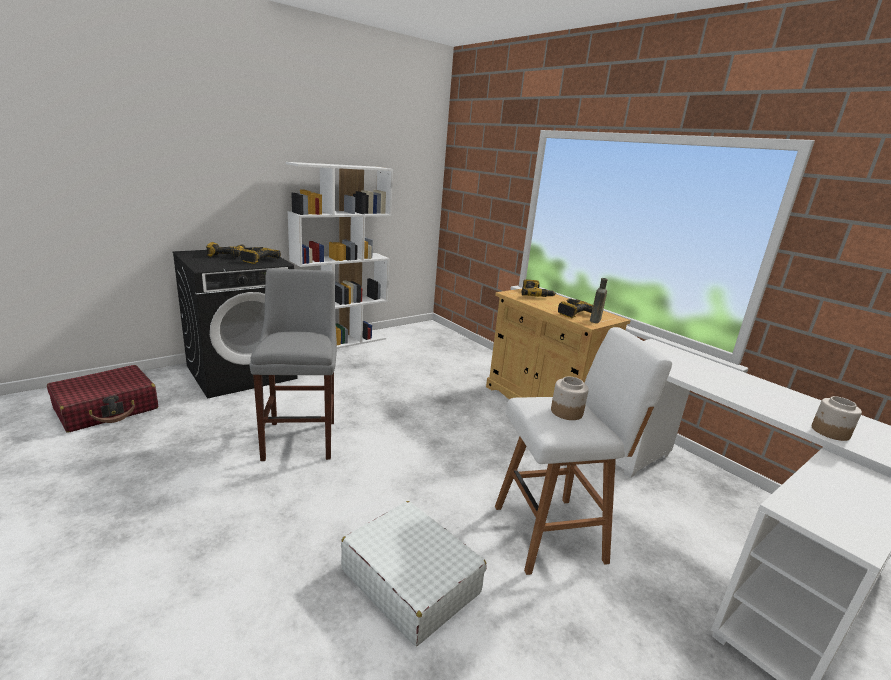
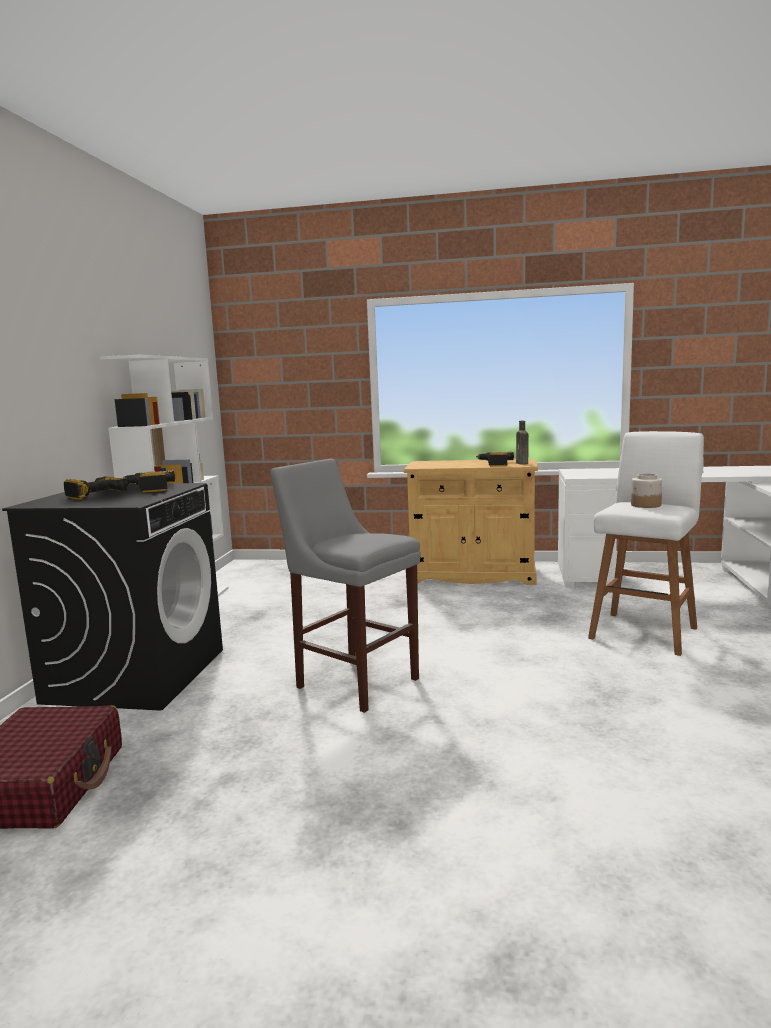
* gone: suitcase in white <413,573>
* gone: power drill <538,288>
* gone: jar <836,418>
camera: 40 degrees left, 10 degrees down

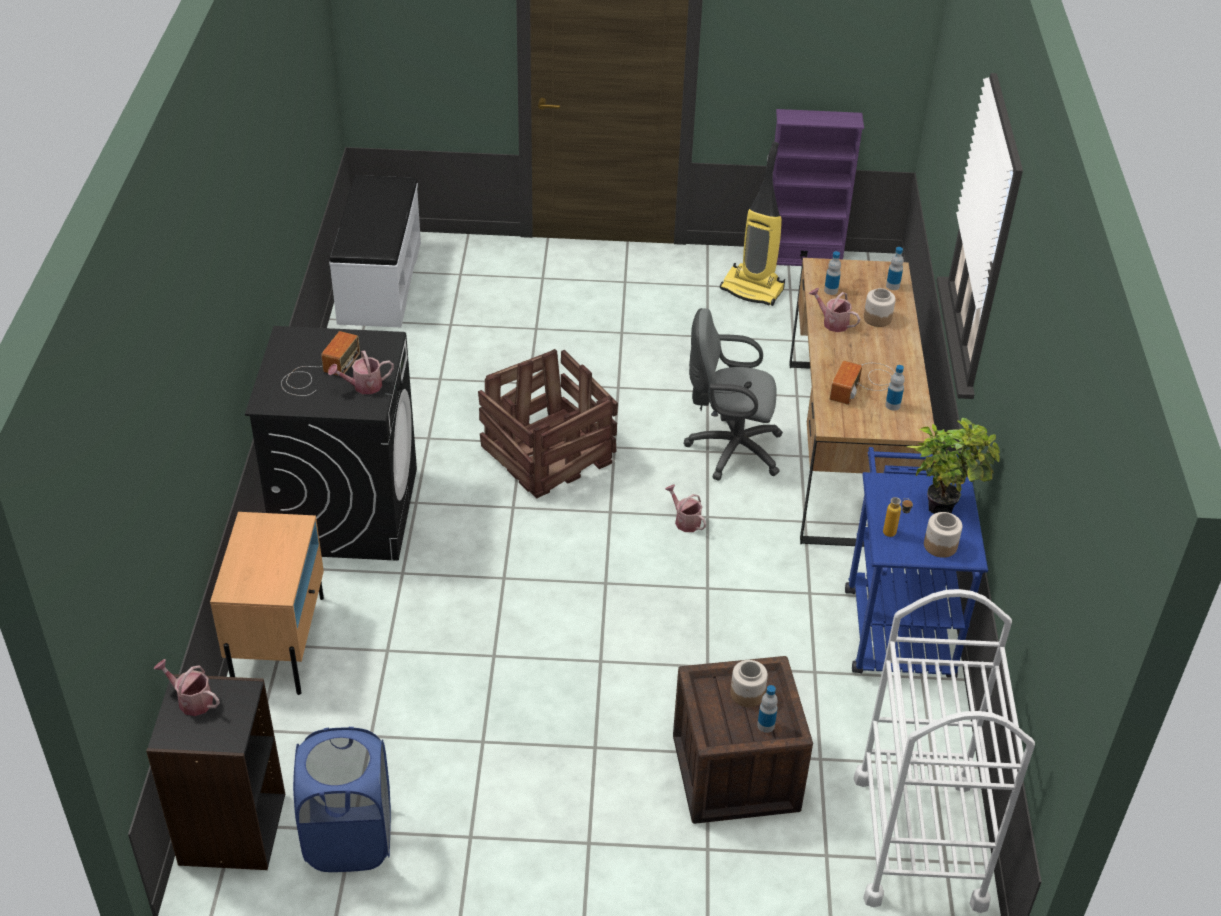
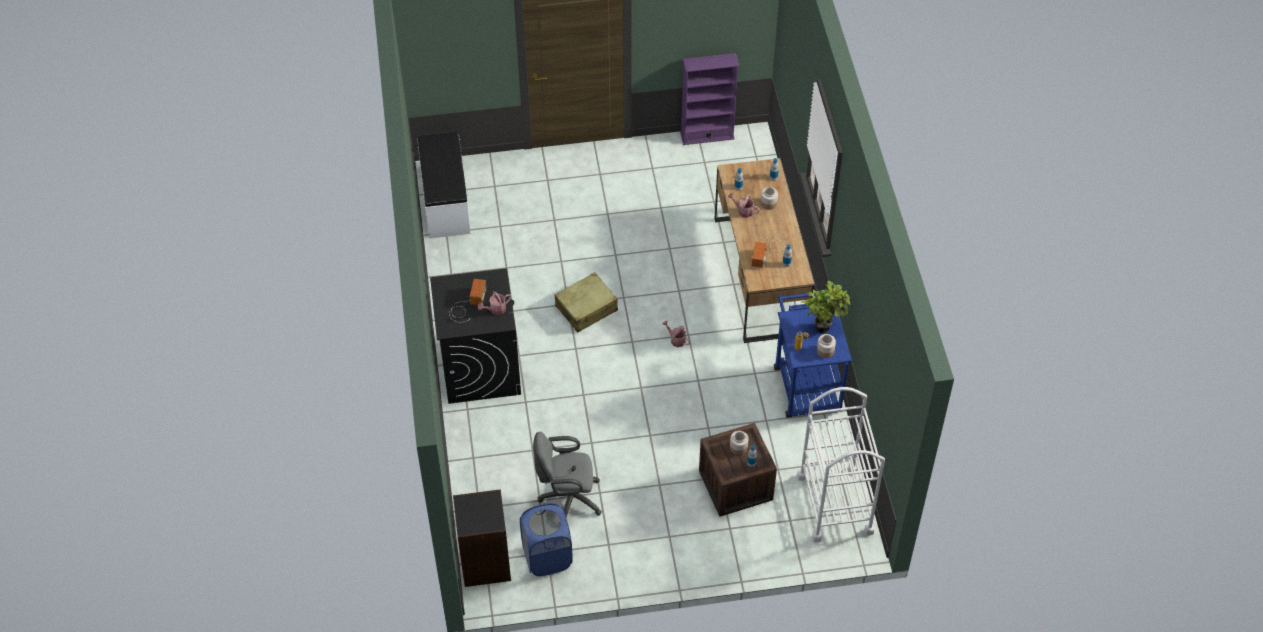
* shifted: office chair in grey <733,394> to <567,474>
* swapped: crate <548,424> to suitcase in beige <586,302>
* gone: watering can <187,687>
* gone: nightstand in beige <267,603>
* gone: vacuum cleaner <752,223>
camera: 10 degrees left, 10 degrees up

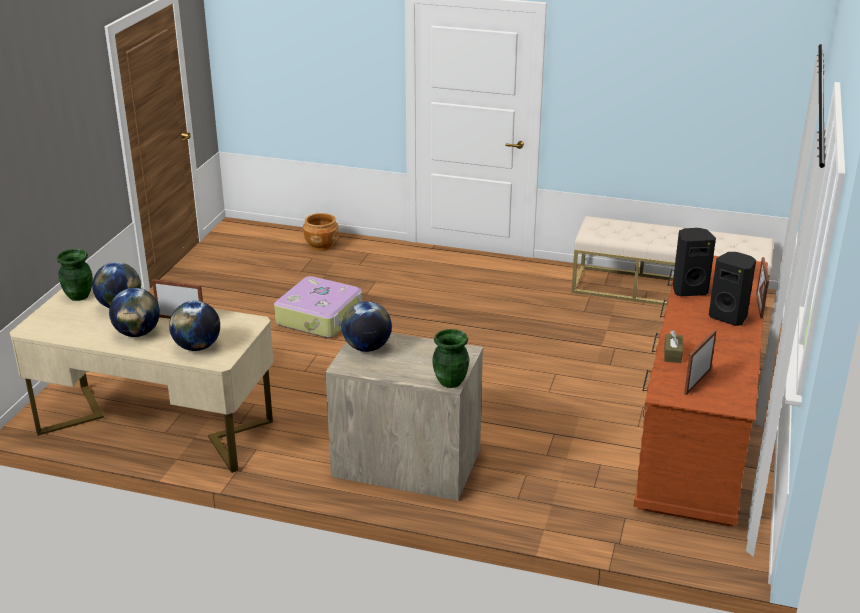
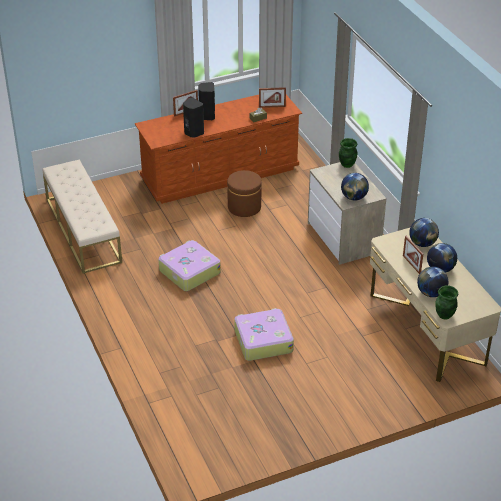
* new: suitcase <189,265>
* new: ottoman in brown <244,193>
* gone: planter in brown <320,232>
camera: 130 degrees left, 10 degrees up

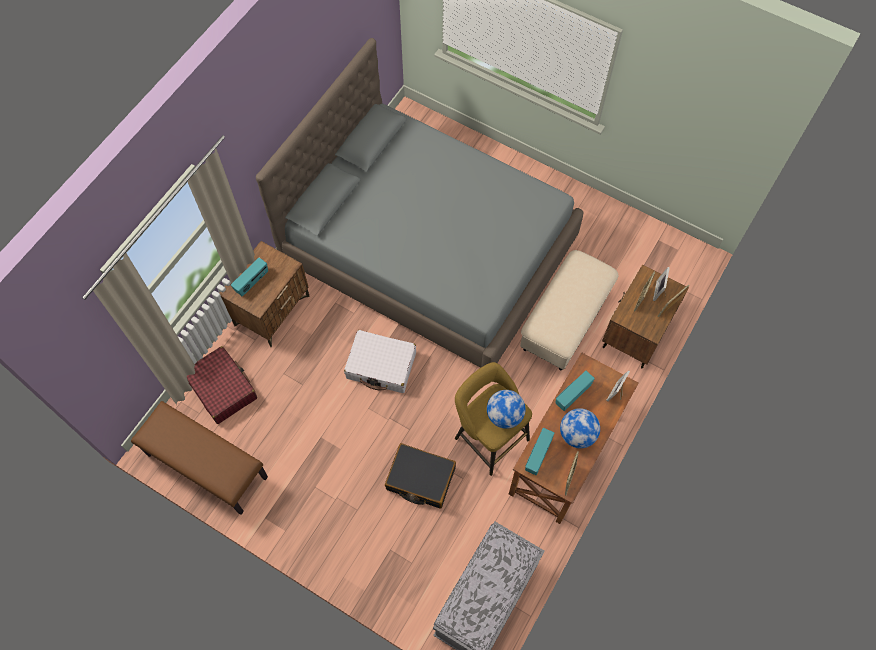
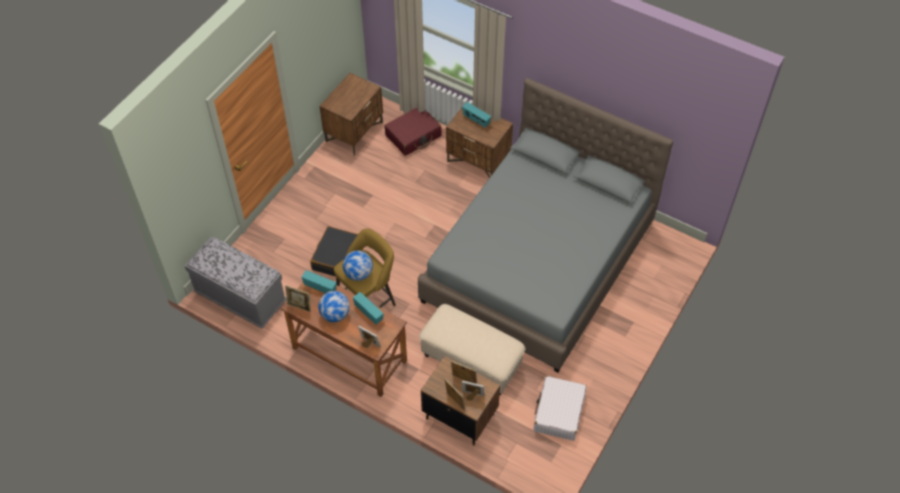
* swapped: bench in brown <199,458> to nightstand in brown <351,114>
* shifted: suitcase in white <380,361> to <560,408>
camera: 90 degrees right, 10 degrees down

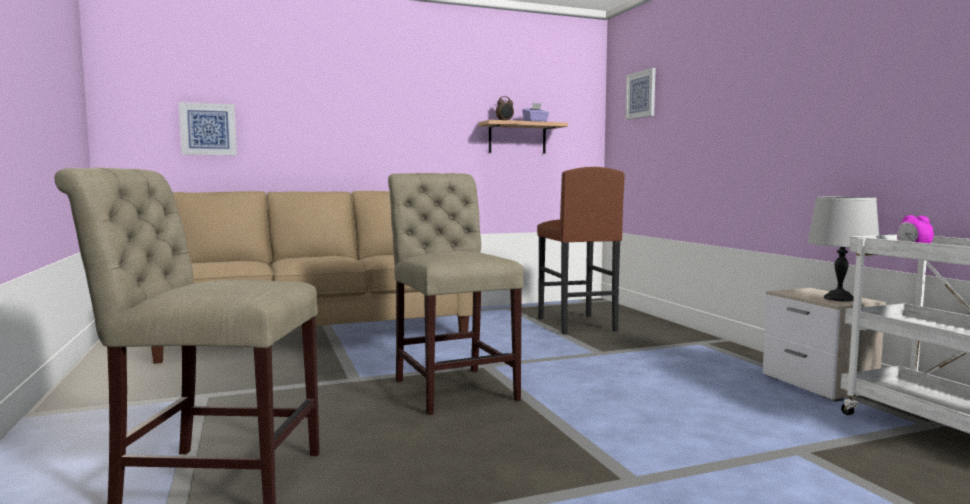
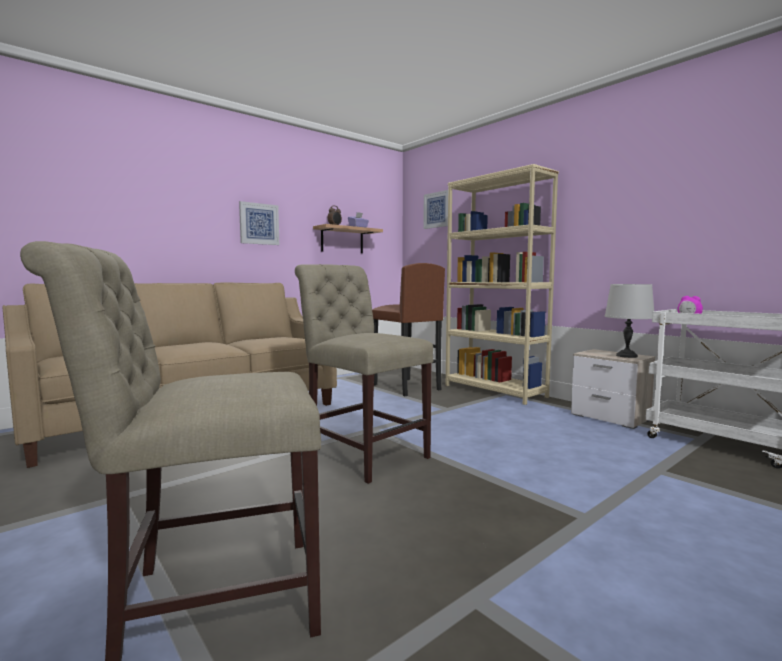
* shifted: picture <208,129> to <259,223>
* new: bookcase in beige <502,284>
camera: 20 degrees left, 0 degrees up

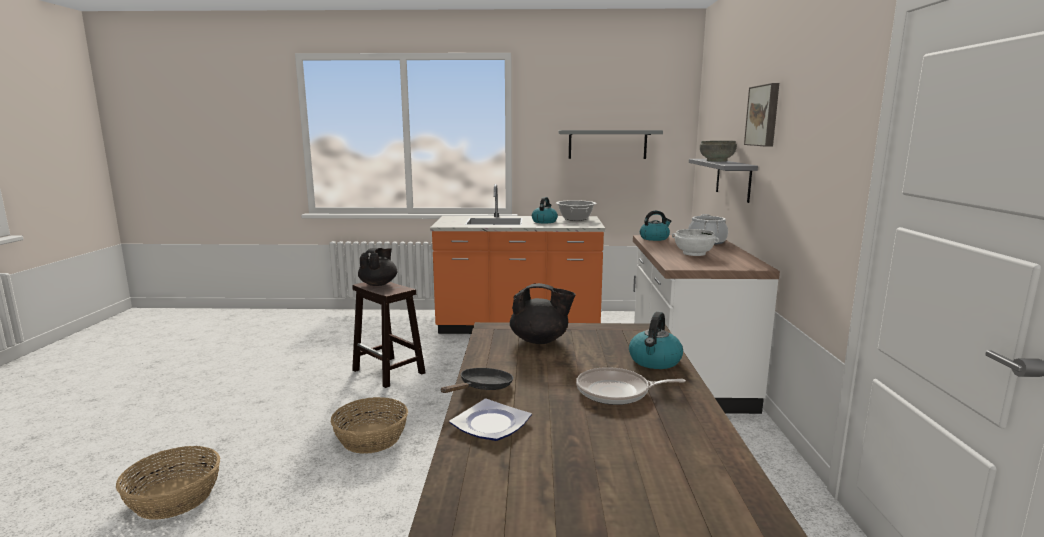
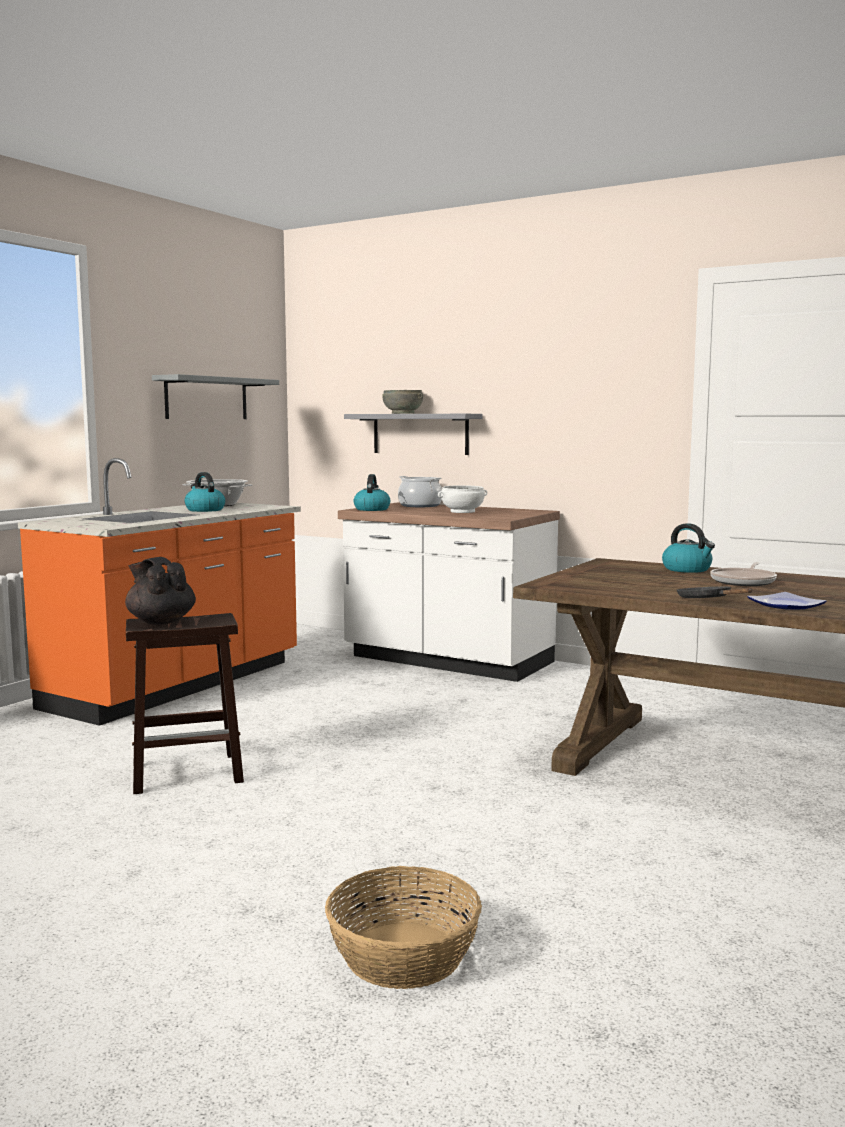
* gone: basket <369,425>
* gone: teapot in black <543,313>
* gone: picture <761,115>
camera: 60 degrees left, 5 degrees down

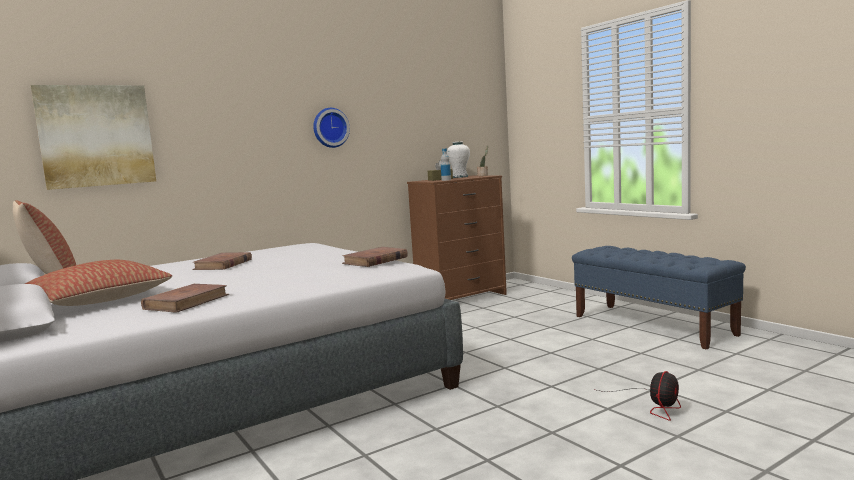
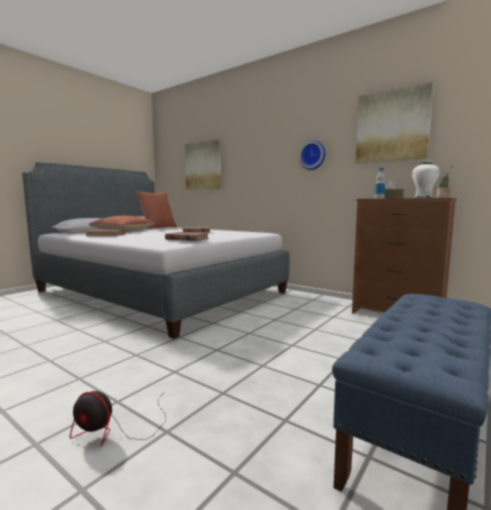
* new: picture <394,122>
camera: 70 degrees right, 0 degrees up

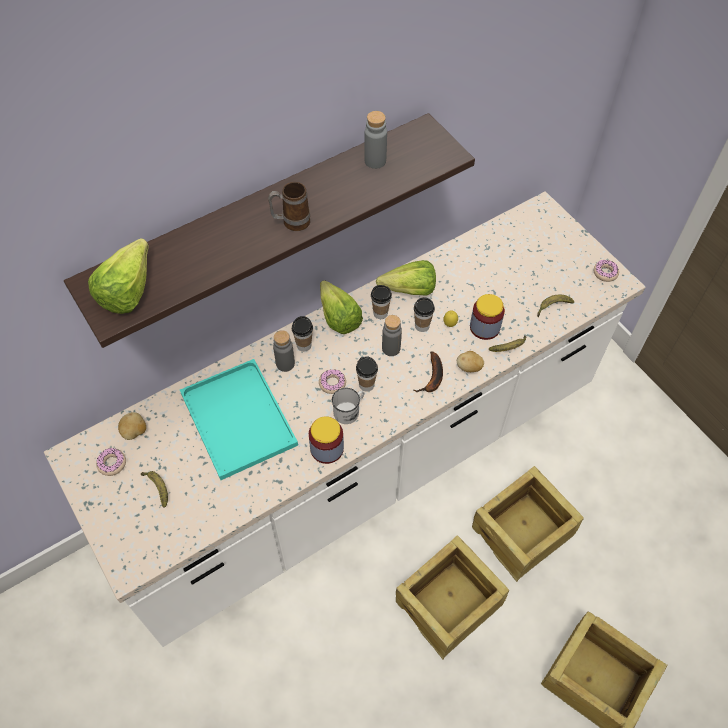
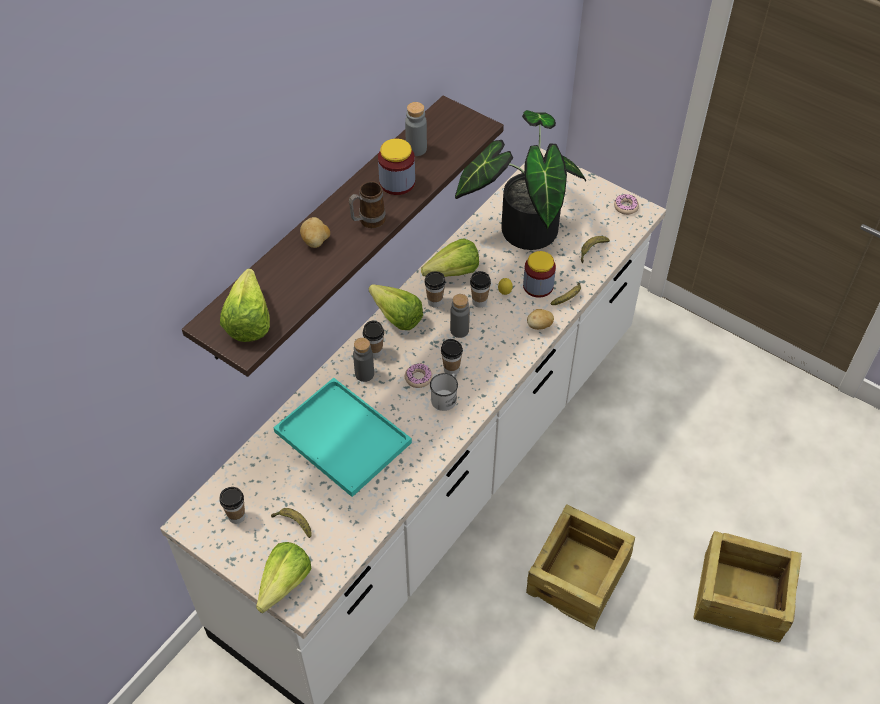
* swapped: donut <111,462> to cup <232,505>
* new: lettuce <283,577>
* shifted: potato <132,426> to <315,232>
* shifted: jar <326,440> to <396,166>
* new: potted plant <520,180>
* gone: banana <428,371>
* gone: crate <528,524>
camera: 20 degrees left, 5 degrees down

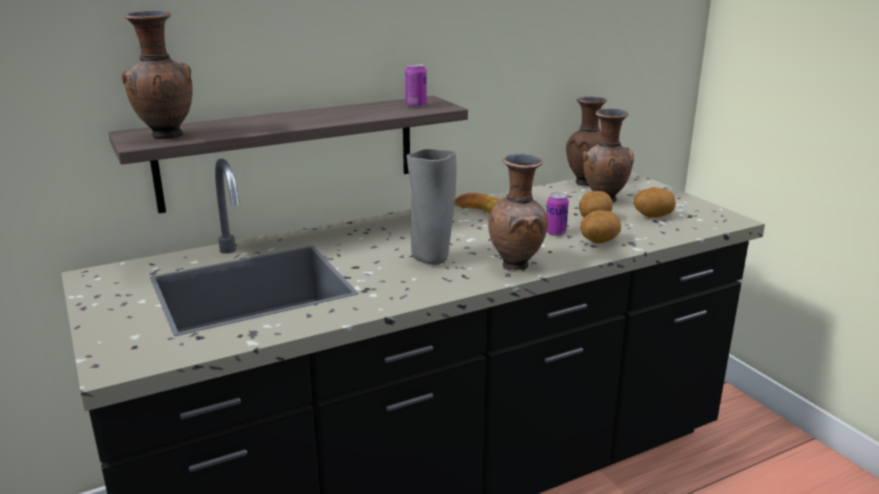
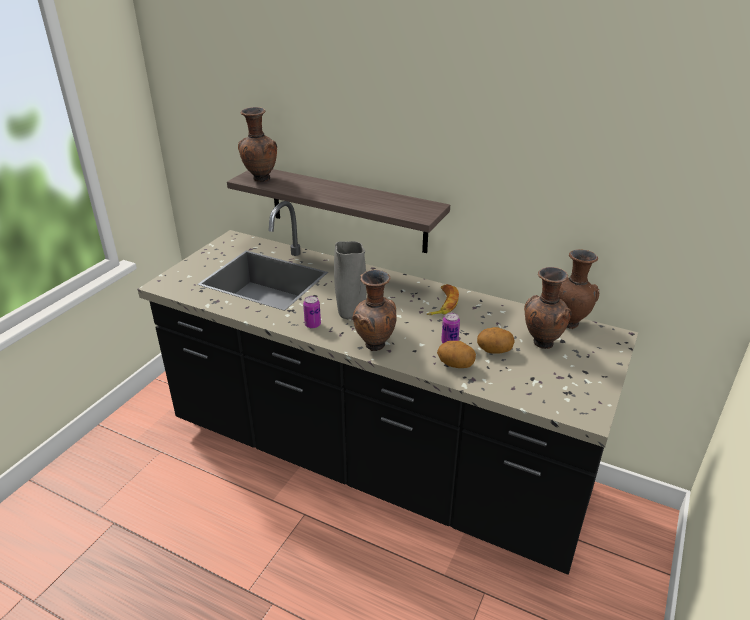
* shifted: can <416,86> to <312,312>
* gone: potato <654,202>
camera: 55 degrees right, 10 degrees up

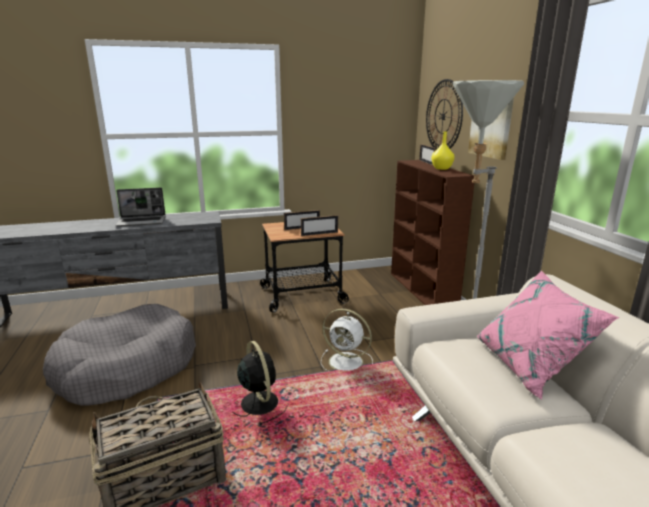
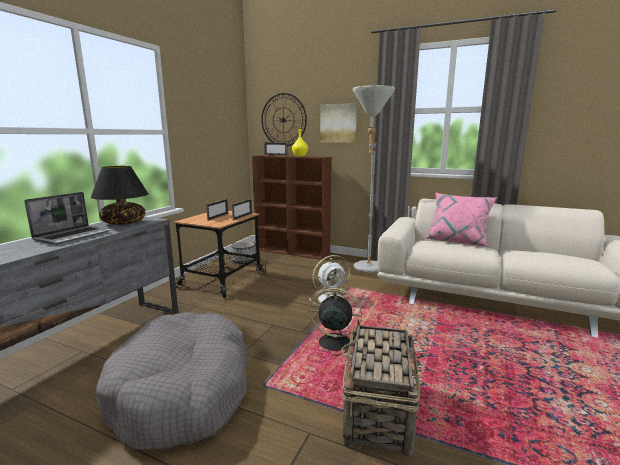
* new: table lamp in black <119,195>
* new: planter <243,252>
camera: 50 degrees left, 5 degrees down

